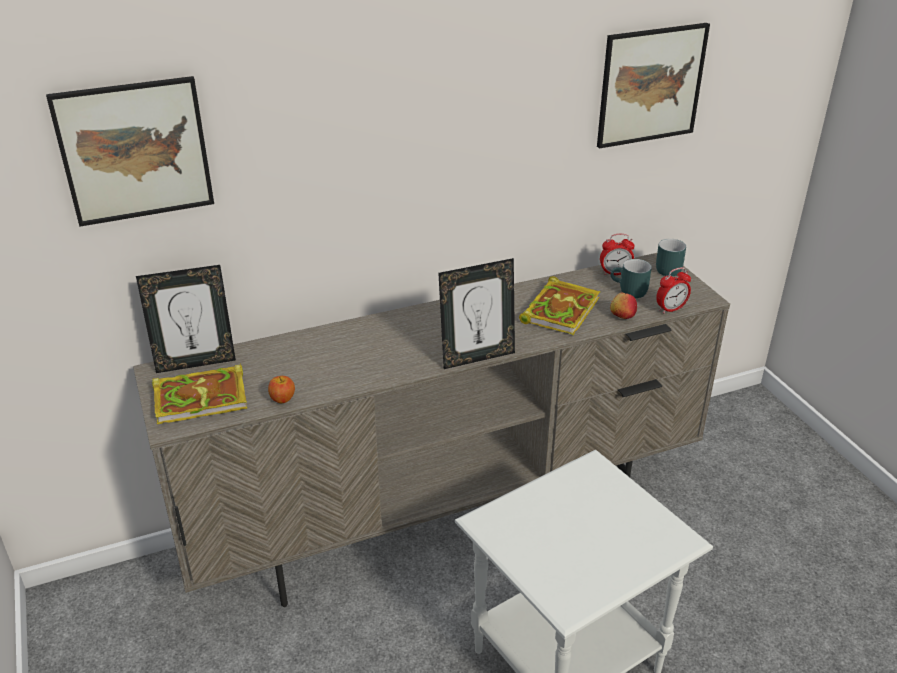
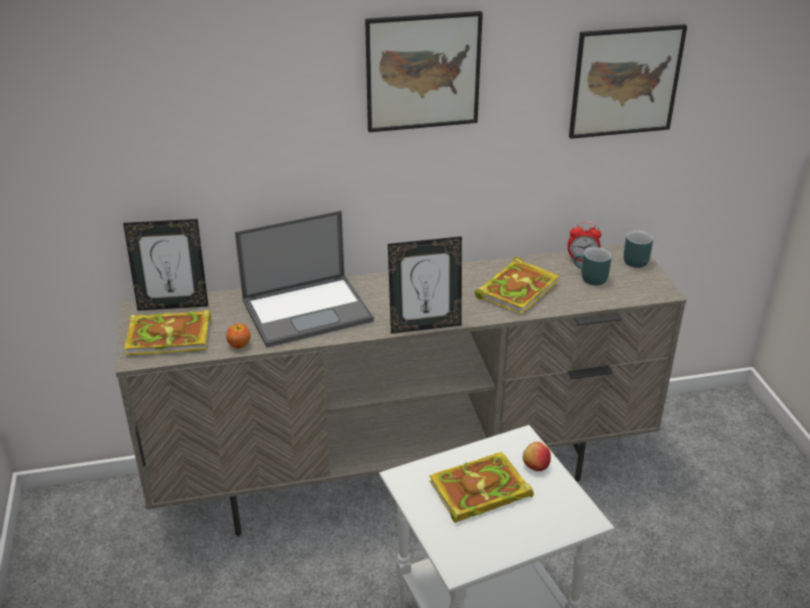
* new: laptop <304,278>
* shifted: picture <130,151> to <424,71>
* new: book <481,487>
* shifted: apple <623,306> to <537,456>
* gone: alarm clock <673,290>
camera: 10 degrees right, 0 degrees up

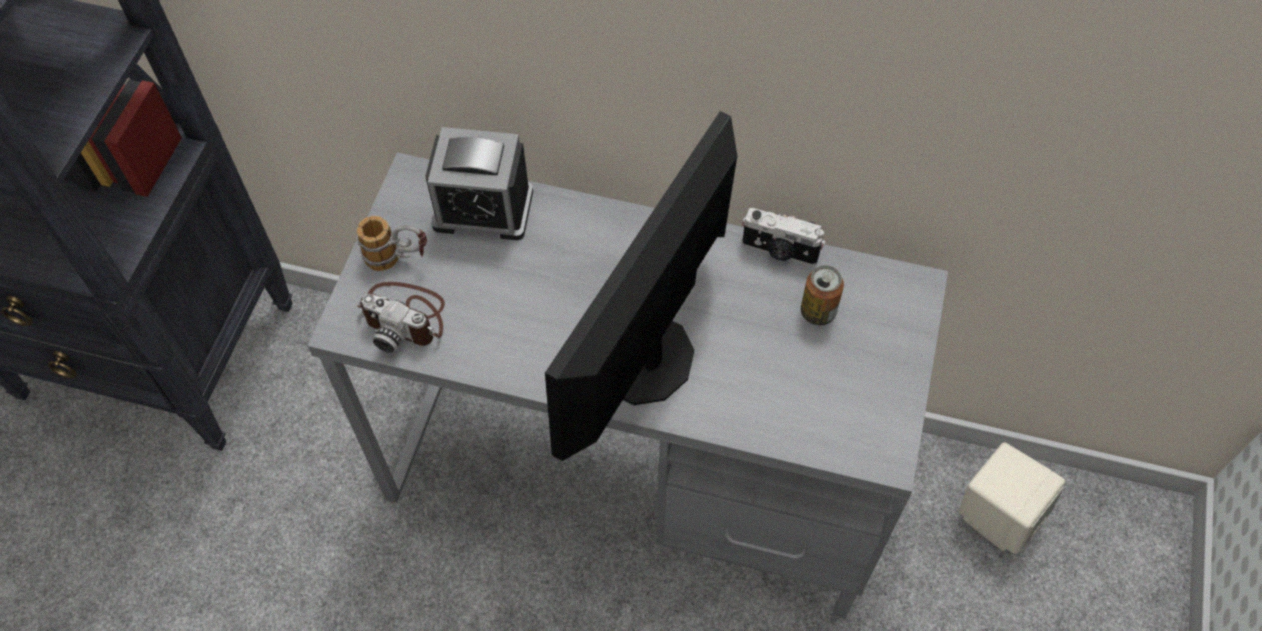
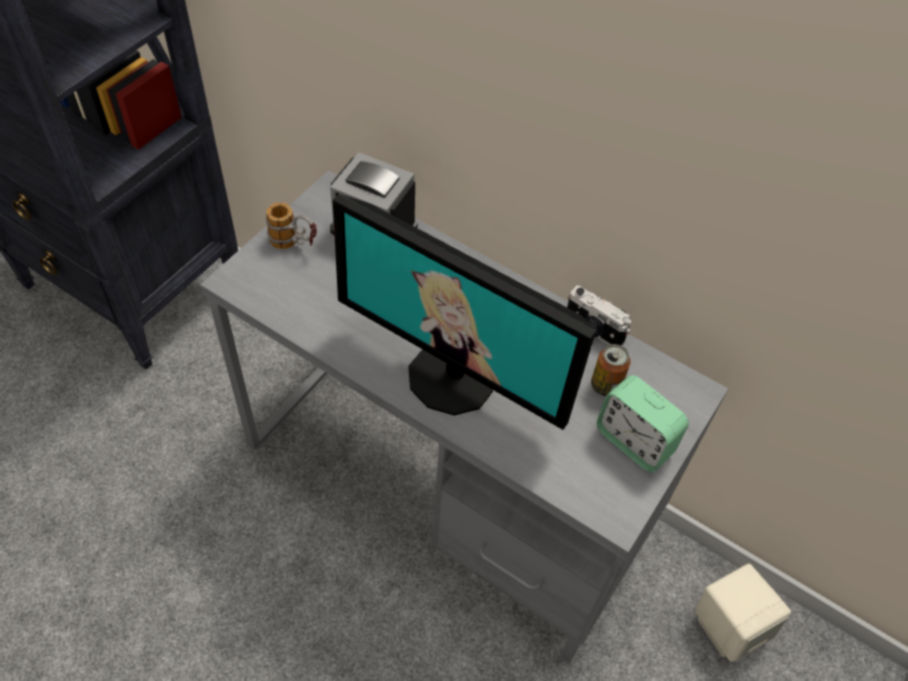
* rotated: monitor <641,286> = <464,312> 105 degrees counterclockwise
* new: alarm clock <642,423>
* gone: photo camera <401,317>
camera: 15 degrees right, 5 degrees down

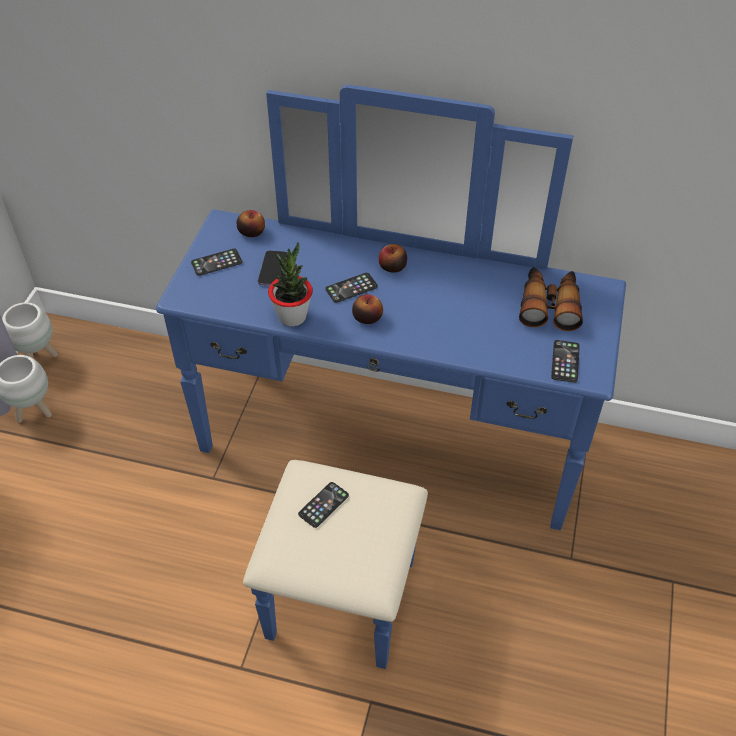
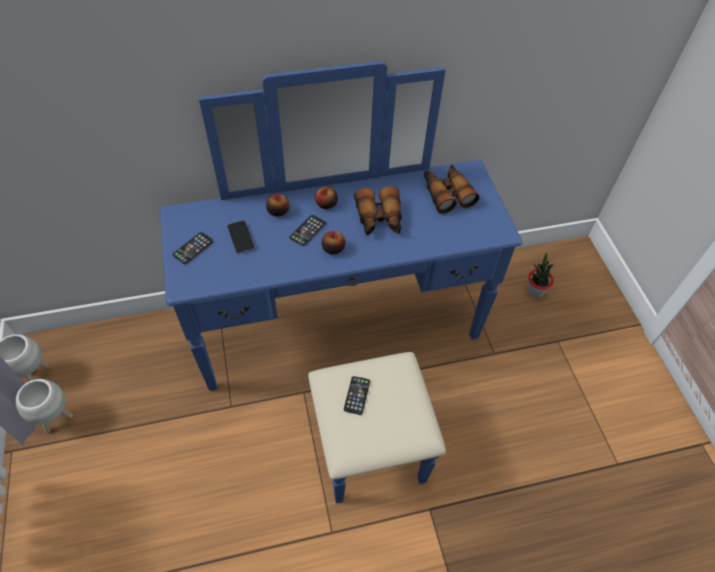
* shifted: apple <251,223> to <277,205>
* new: binoculars <378,211>
* shifted: potted plant <290,284> to <541,275>
* gone: phone <565,361>
camera: 30 degrees left, 5 degrees up

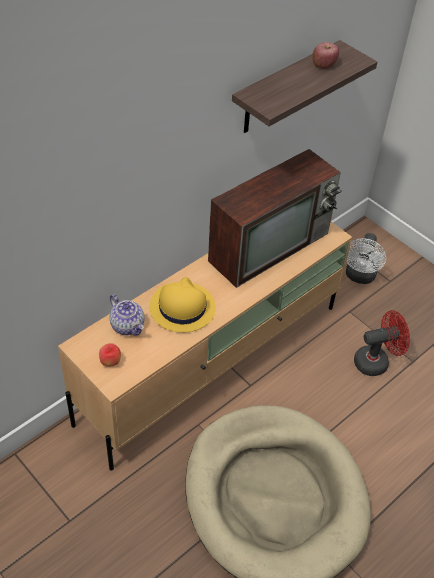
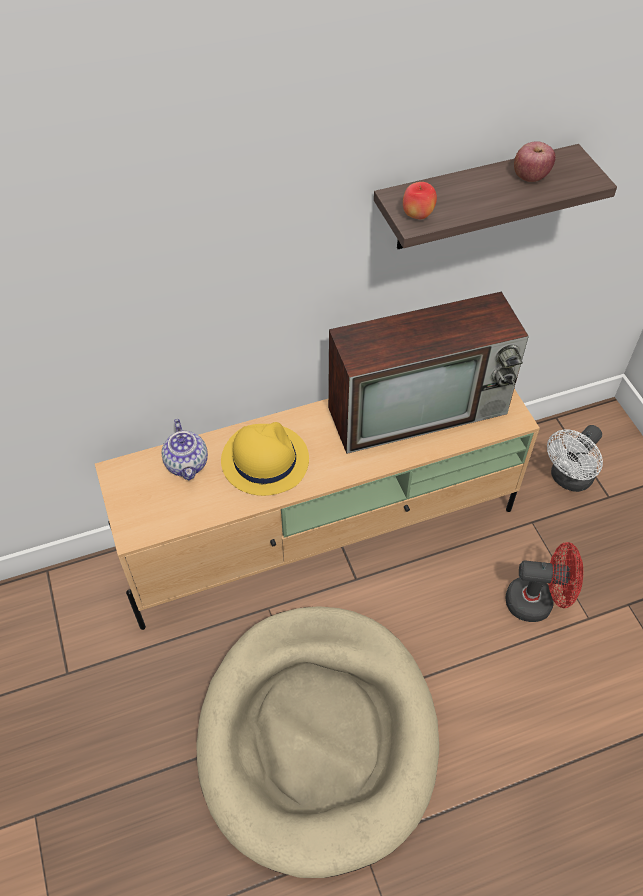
* shifted: apple <110,354> to <420,200>
camera: 25 degrees right, 5 degrees up

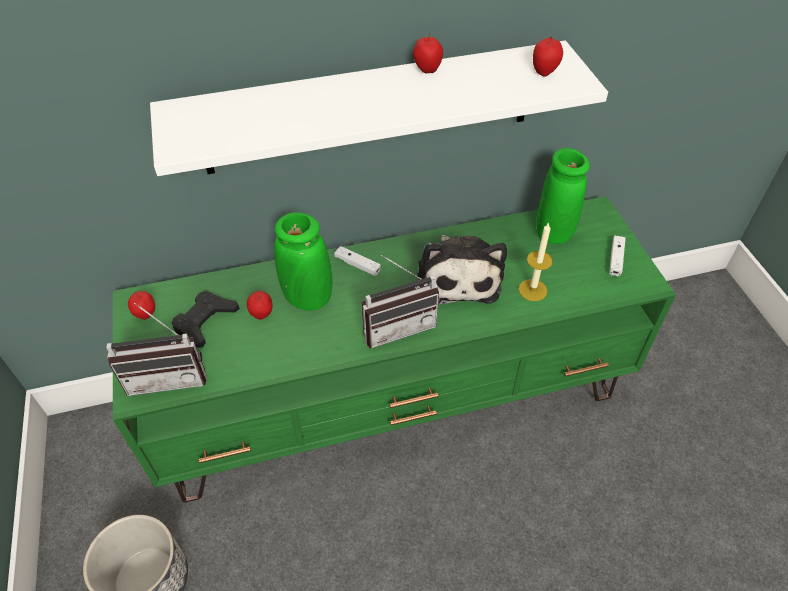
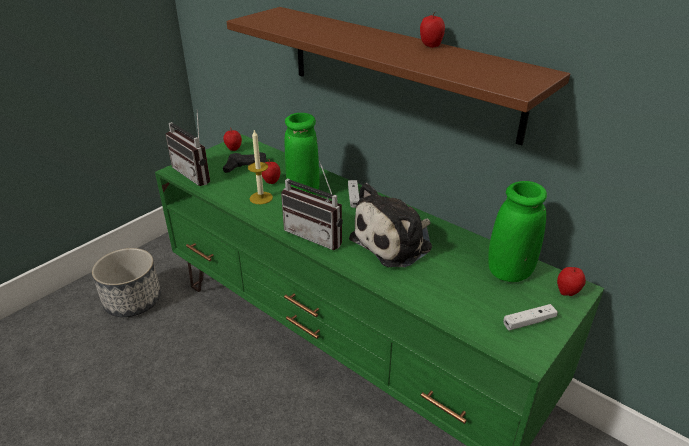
* repainted: shelf in white <379,108> to shelf in brown <398,76>
* shifted: candle <535,261> to <260,167>
* shifted: apple <548,57> to <571,281>
camera: 55 degrees right, 15 degrees down

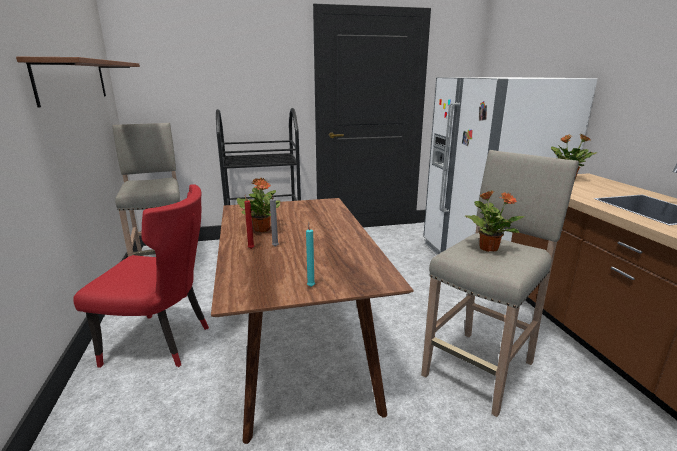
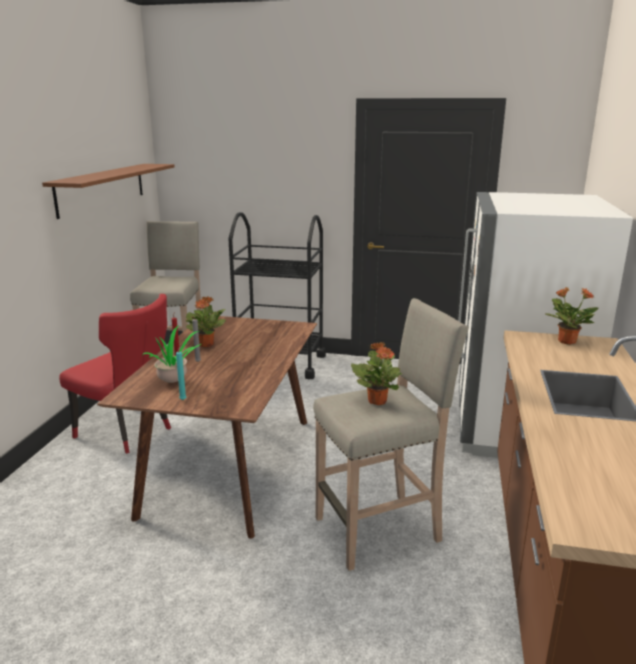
* new: potted plant <171,354>
camera: 25 degrees right, 0 degrees up

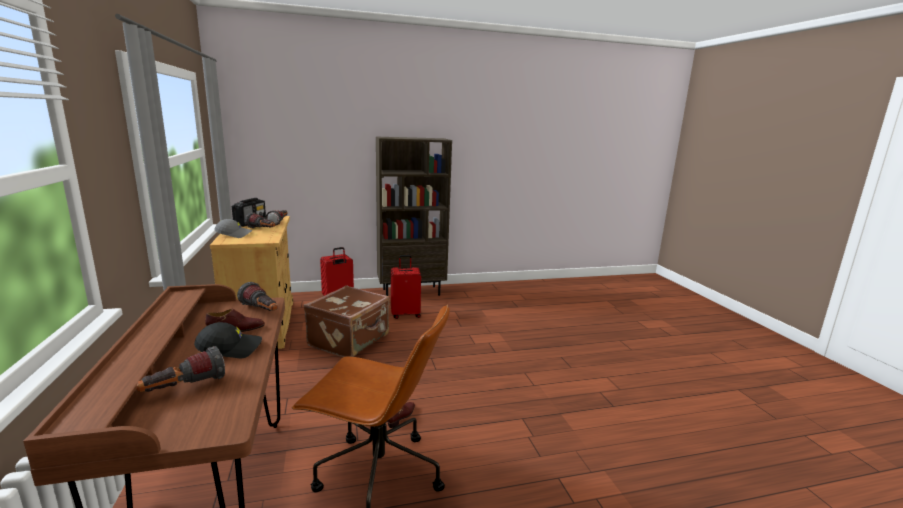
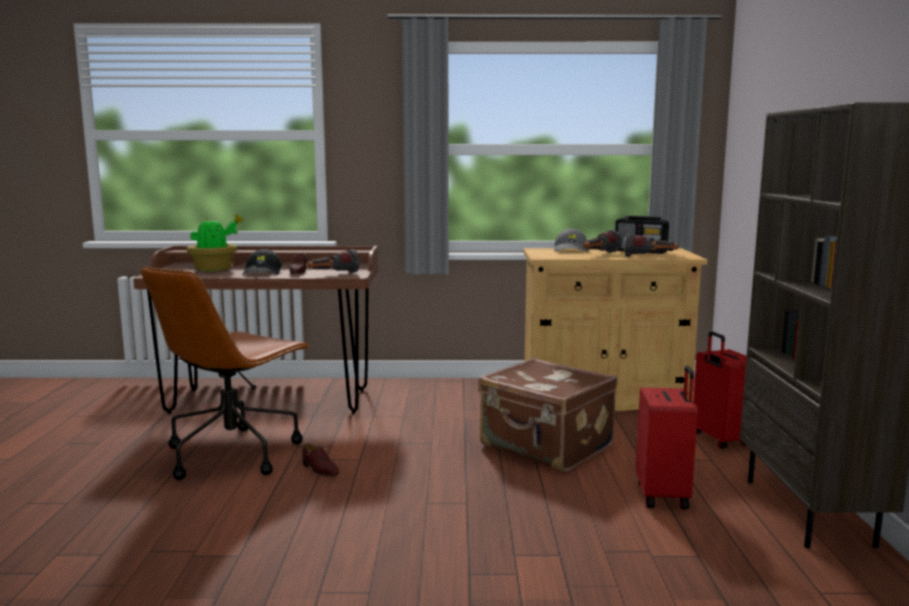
* swapped: flashlight <180,369> to potted plant <215,242>
camera: 105 degrees right, 5 degrees down

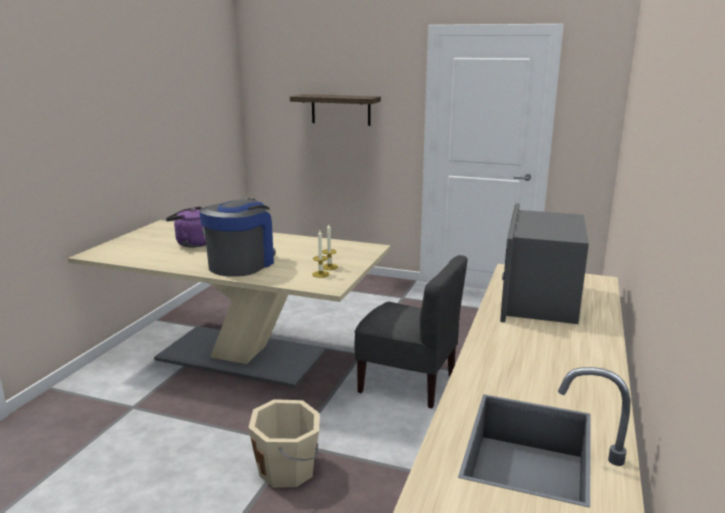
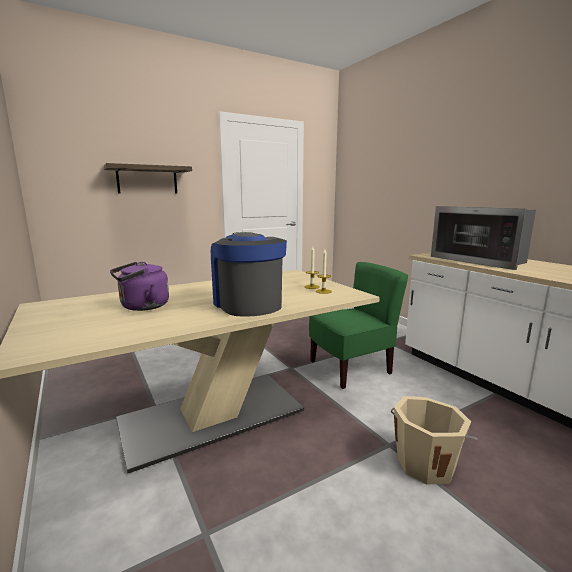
* repainted: chair in grey <411,331> to chair in green <358,325>
camera: 50 degrees left, 5 degrees down

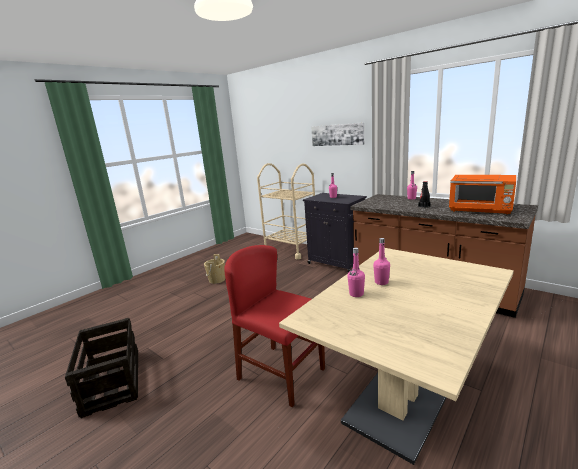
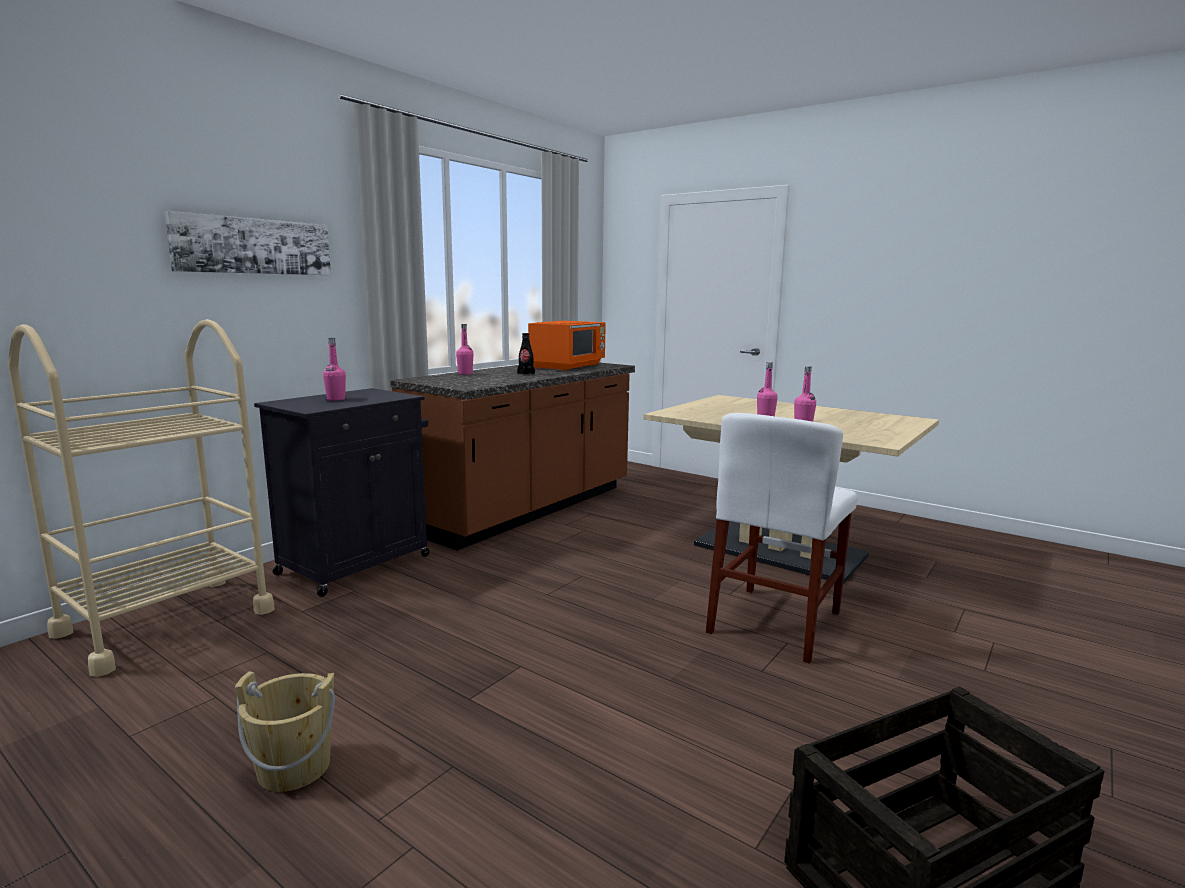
* repainted: chair in red <274,326> to chair in white <782,538>
camera: 95 degrees left, 5 degrees down

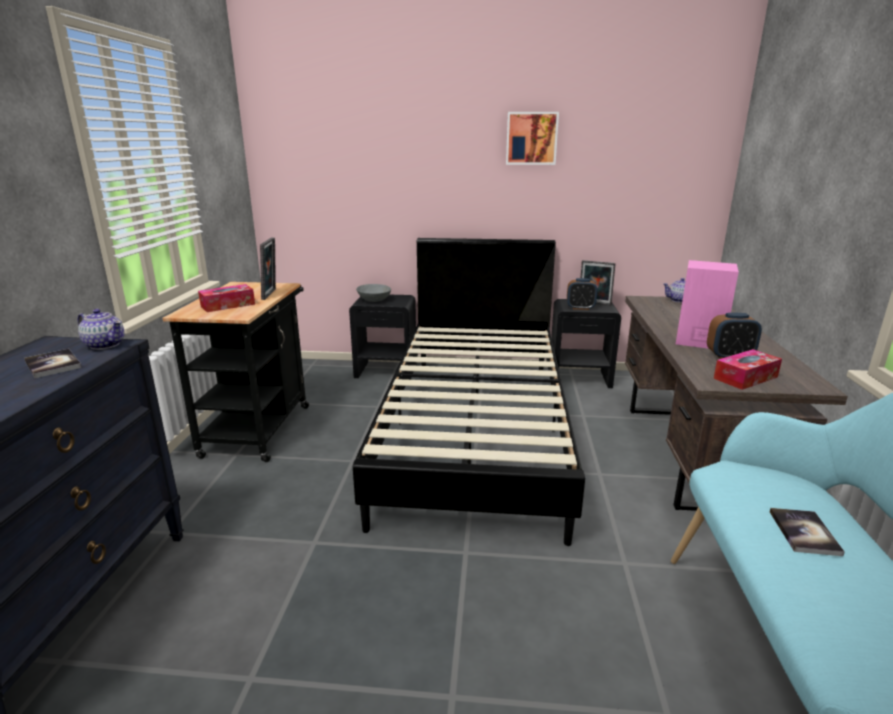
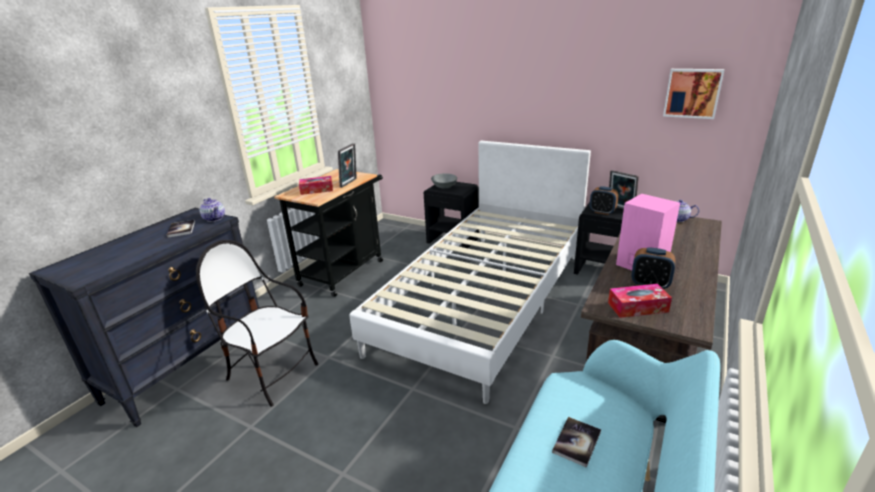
* new: chair <257,323>
* repainted: bed in black <469,392> to bed in white <470,272>
* shifted: picture <532,138> to <694,94>
camera: 25 degrees right, 5 degrees up

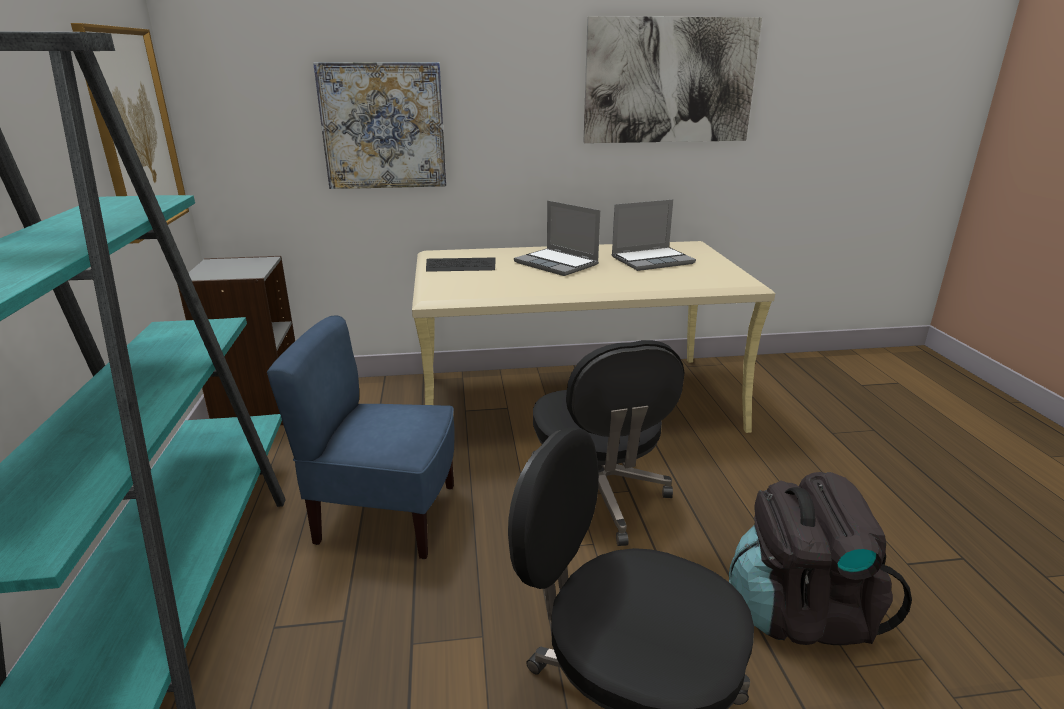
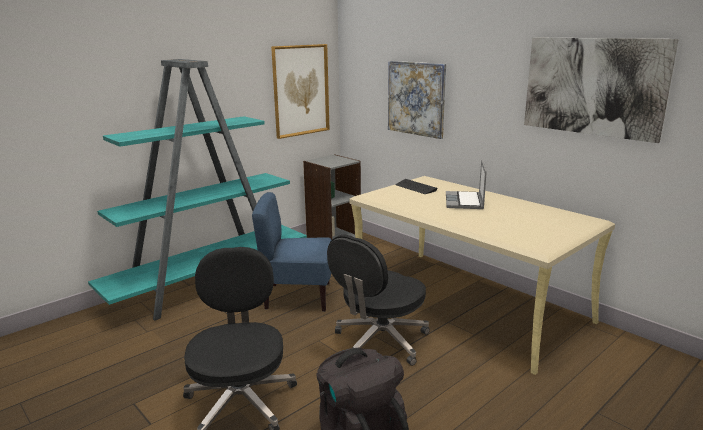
* rotated: chair in blue <360,437> = <291,252> 60 degrees counterclockwise
* gone: laptop <653,235>
camera: 55 degrees right, 5 degrees down

